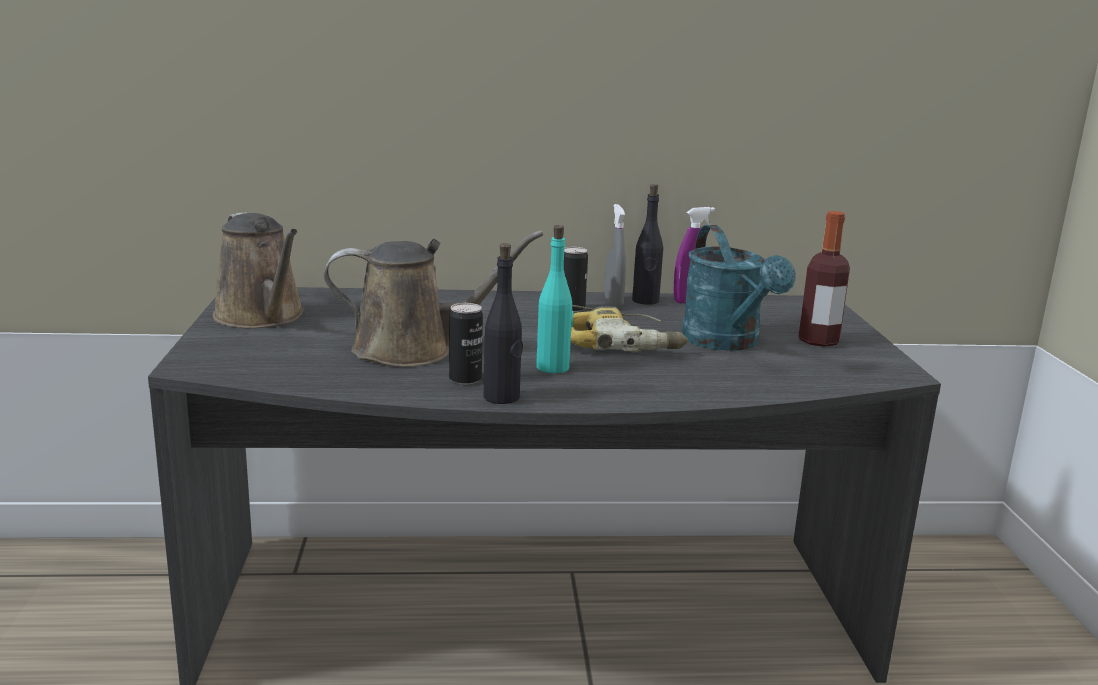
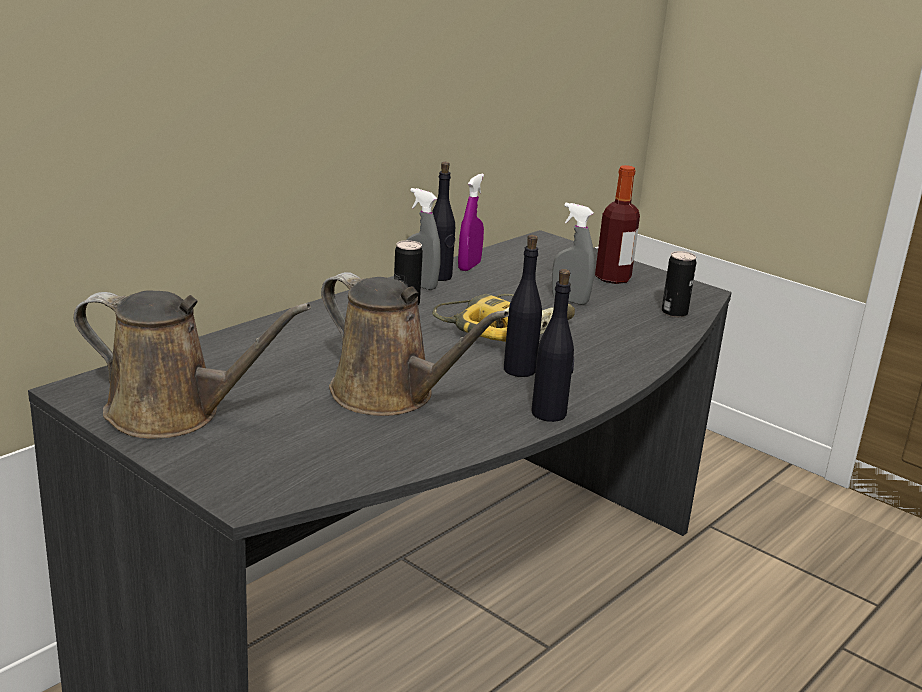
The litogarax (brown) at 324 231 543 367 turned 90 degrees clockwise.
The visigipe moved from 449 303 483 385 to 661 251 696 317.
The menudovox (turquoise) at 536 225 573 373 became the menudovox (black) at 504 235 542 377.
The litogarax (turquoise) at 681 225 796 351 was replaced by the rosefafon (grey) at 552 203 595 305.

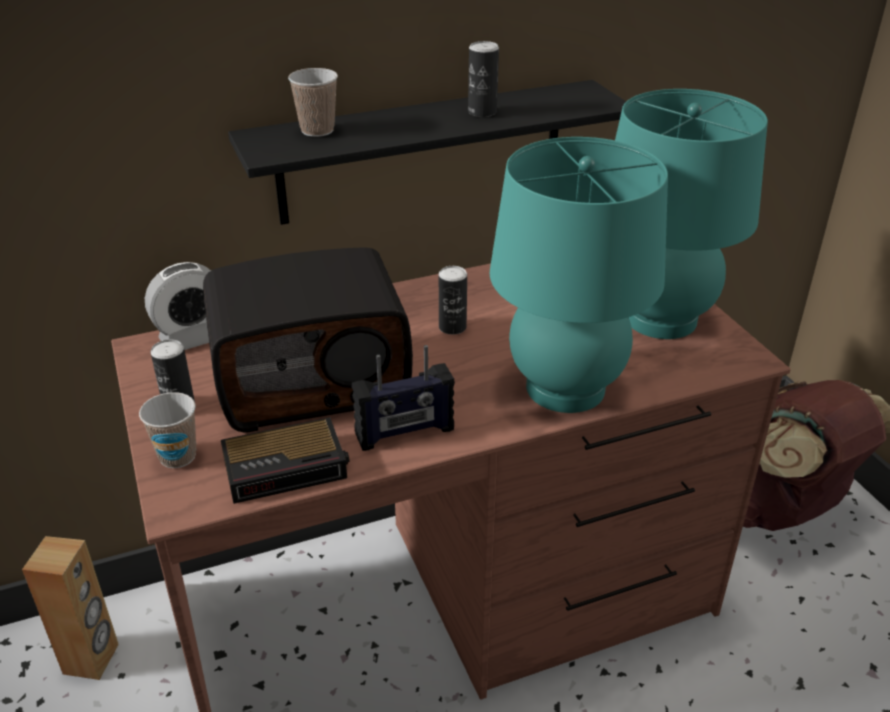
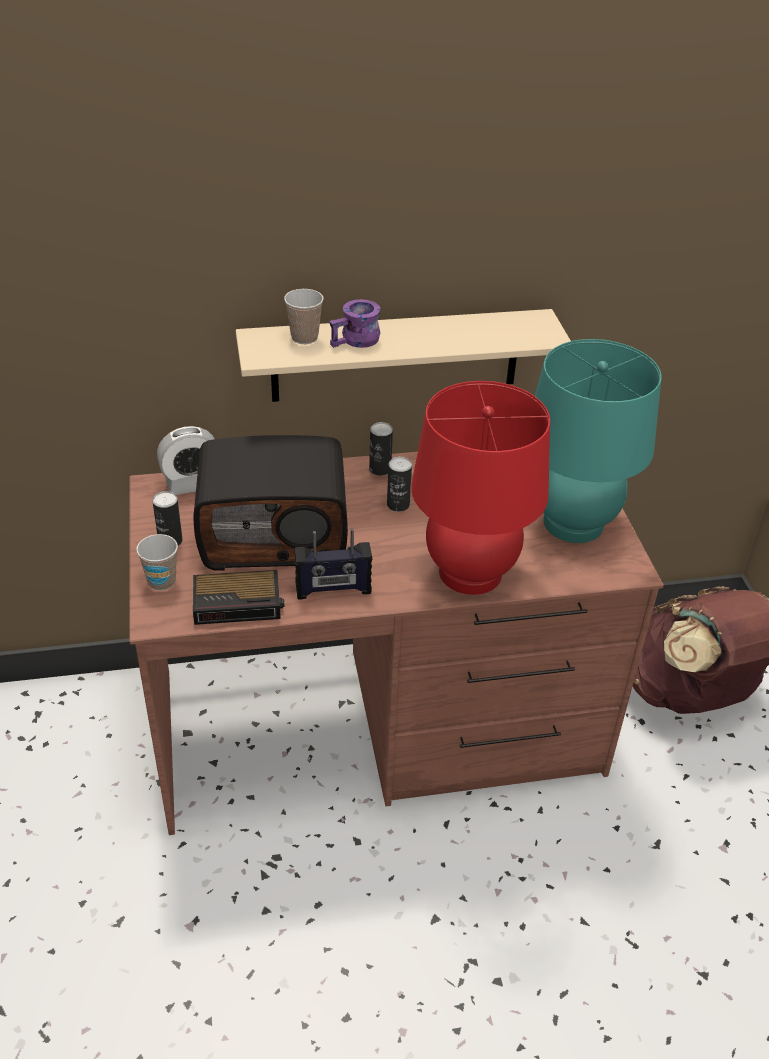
The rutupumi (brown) at 22 536 119 680 disappeared.
The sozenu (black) at 228 80 626 225 became the sozenu (beige) at 236 309 571 402.
The visigipe moved from 468 41 499 117 to 369 422 393 476.
The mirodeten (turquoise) at 490 137 668 413 became the mirodeten (red) at 411 381 550 595.
The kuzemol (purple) at 329 299 380 348 appeared.

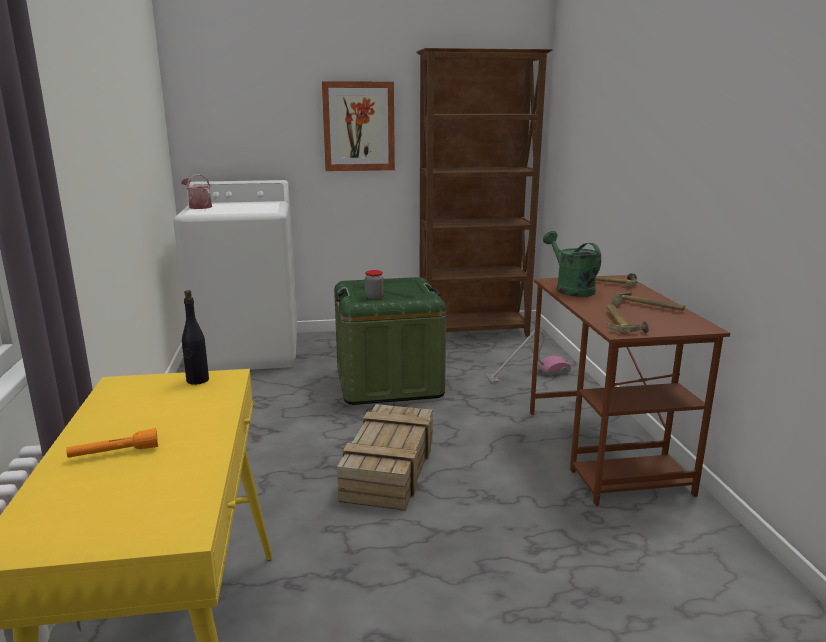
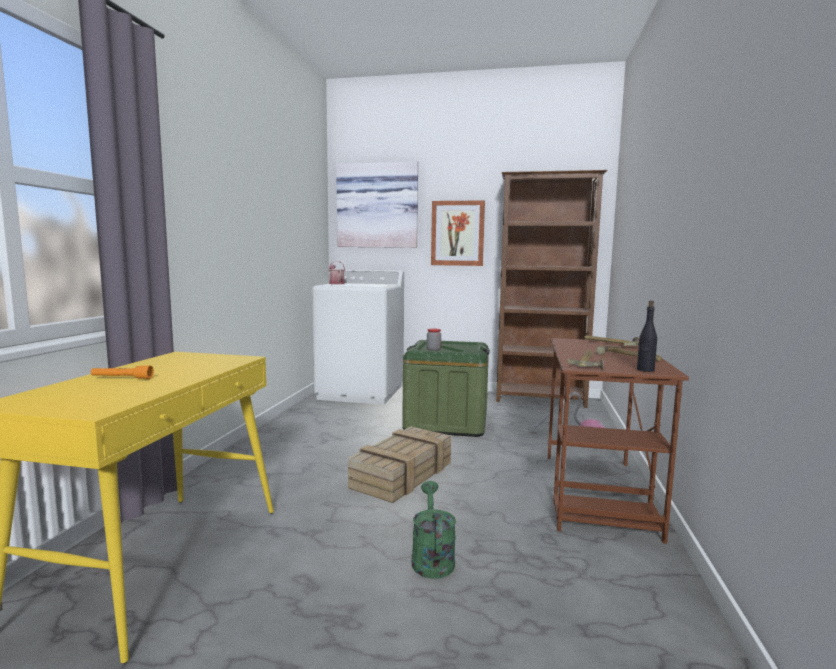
The menudovox (black) moved from 182 290 209 385 to 637 300 657 372.
The litogarax (green) moved from 543 231 601 297 to 412 481 456 579.
The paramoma at 336 162 418 248 appeared.

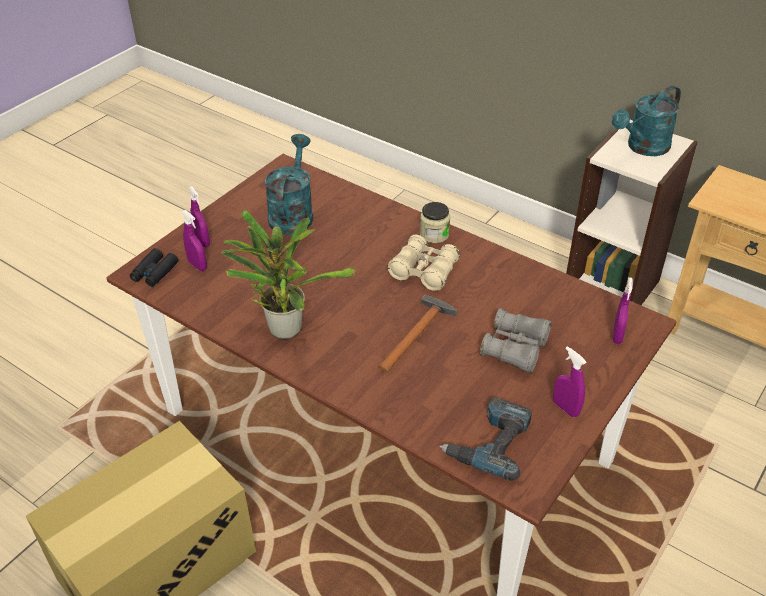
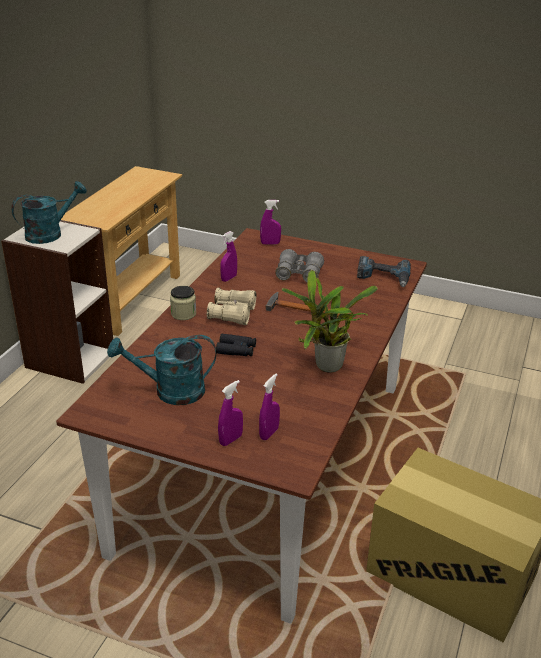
The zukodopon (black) moved from 130 248 178 287 to 216 334 256 356.
The rosefafon (purple) moved from 553 346 587 417 to 220 231 237 282.
The litogarax (turquoise) at 612 85 681 156 turned 75 degrees counterclockwise.

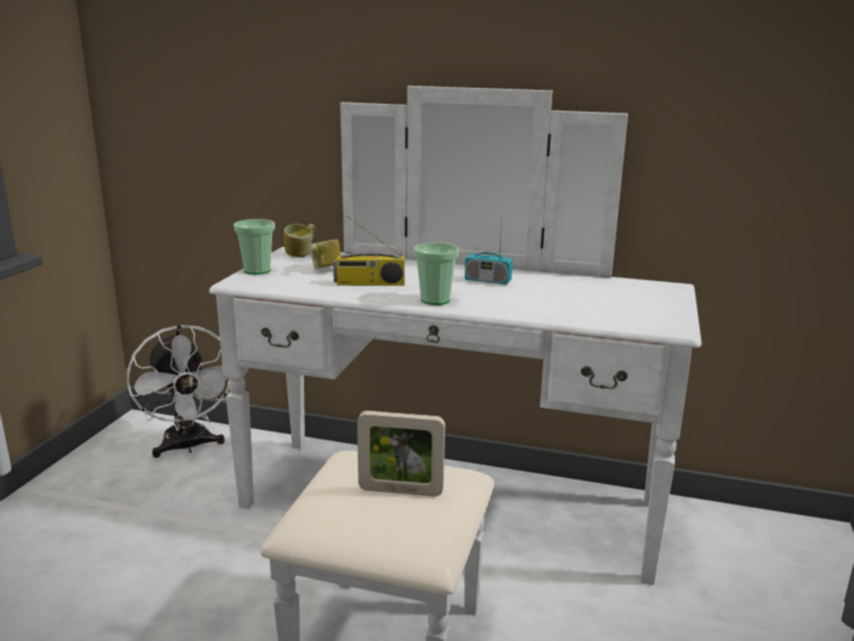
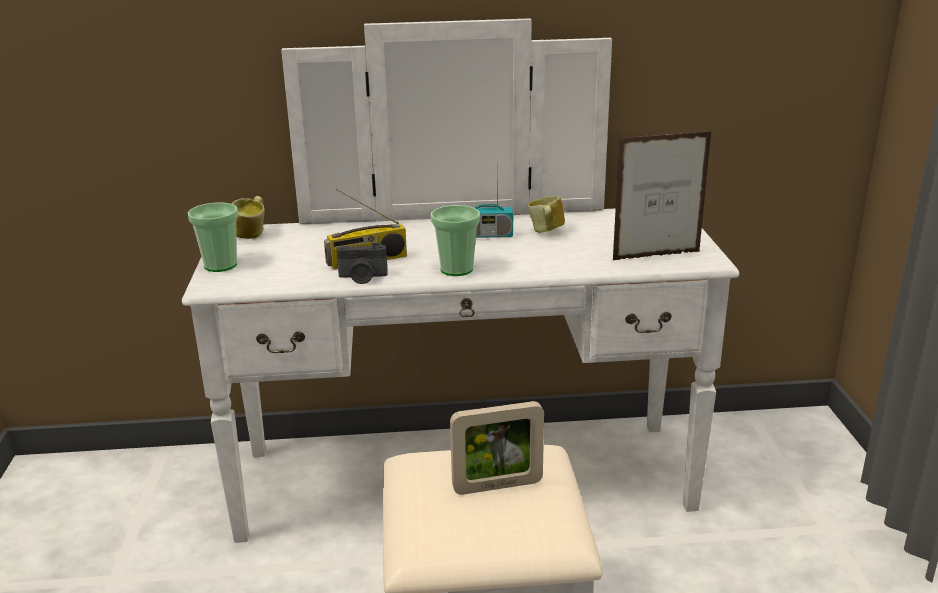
The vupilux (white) at 127 324 229 458 disappeared.
The kuzemol moved from 309 239 341 269 to 528 196 565 233.
The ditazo at 337 243 388 284 appeared.
The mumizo at 613 131 712 260 appeared.

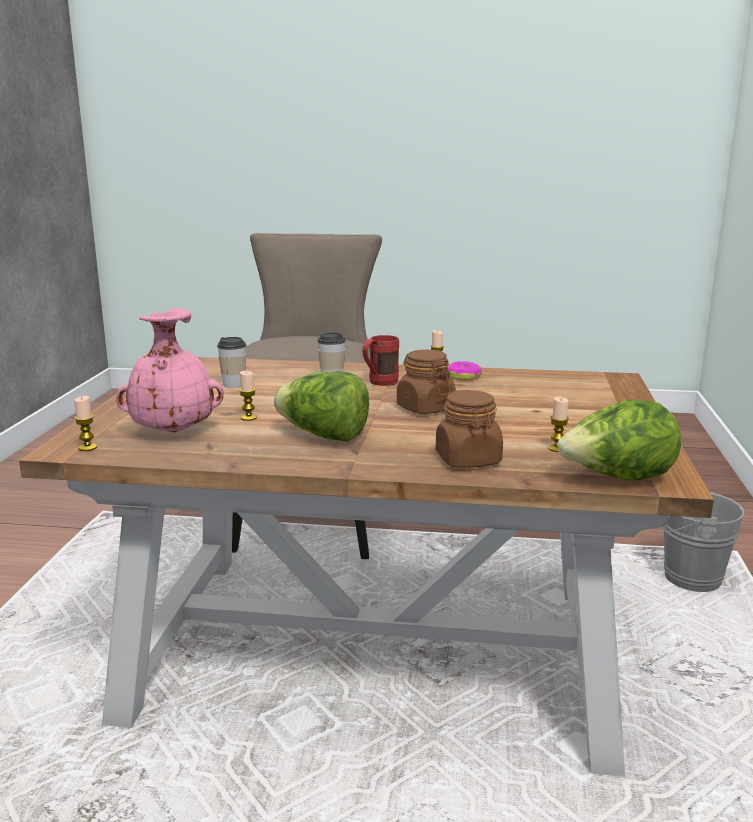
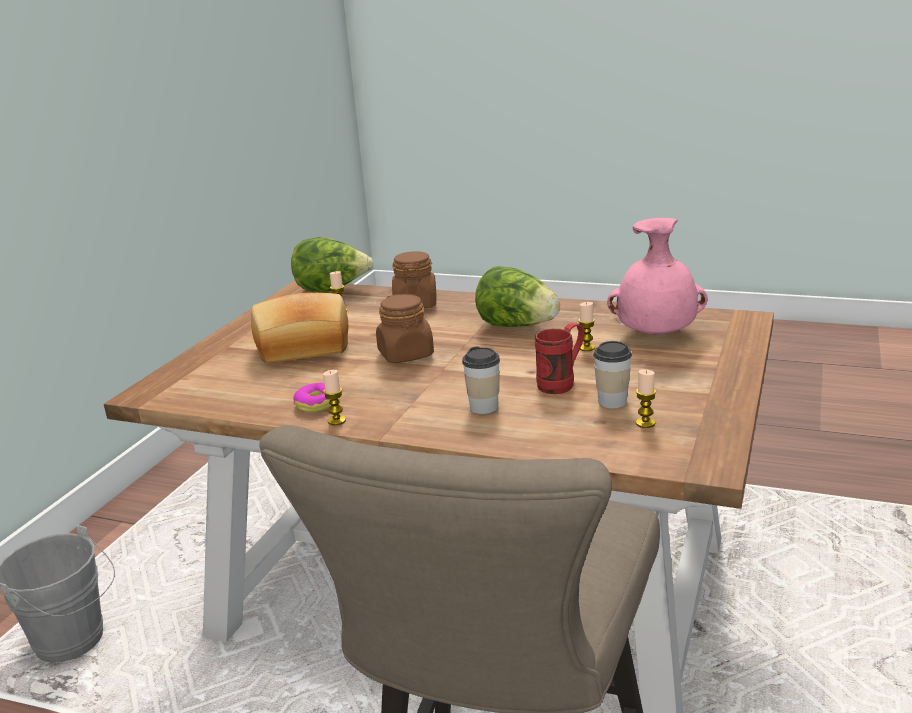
The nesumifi moved from 74 396 97 451 to 636 369 656 428.
The kuzemol (red) moved from 362 335 399 386 to 535 323 584 394.
The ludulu at 251 293 348 363 appeared.

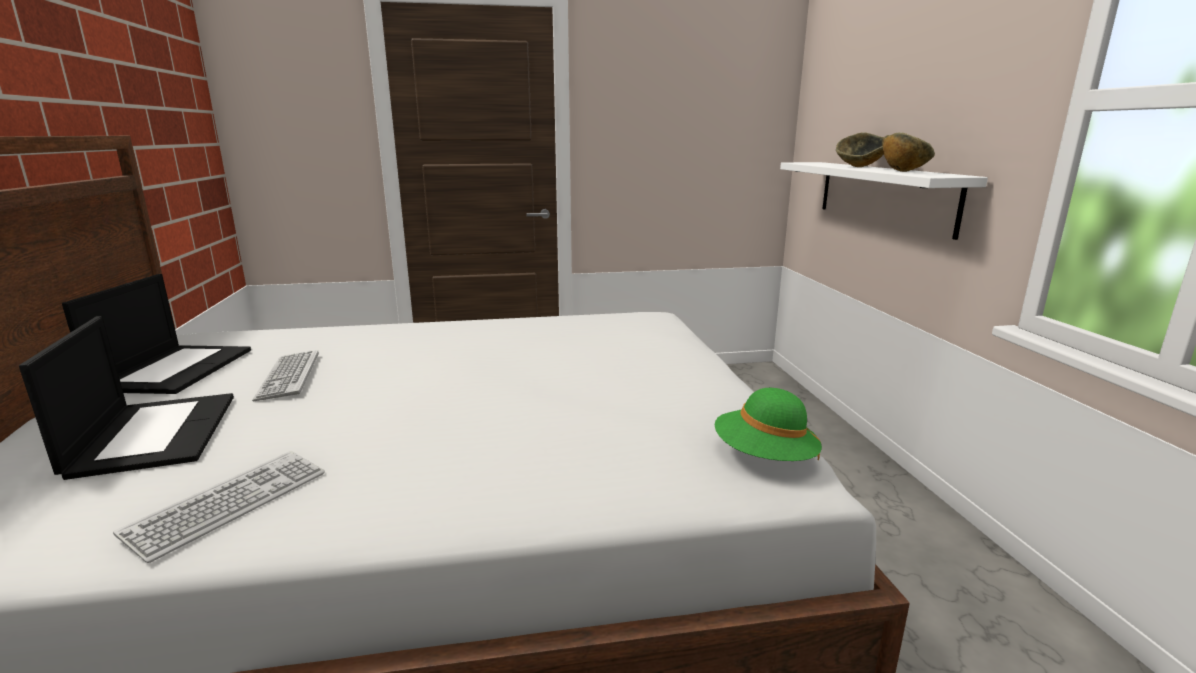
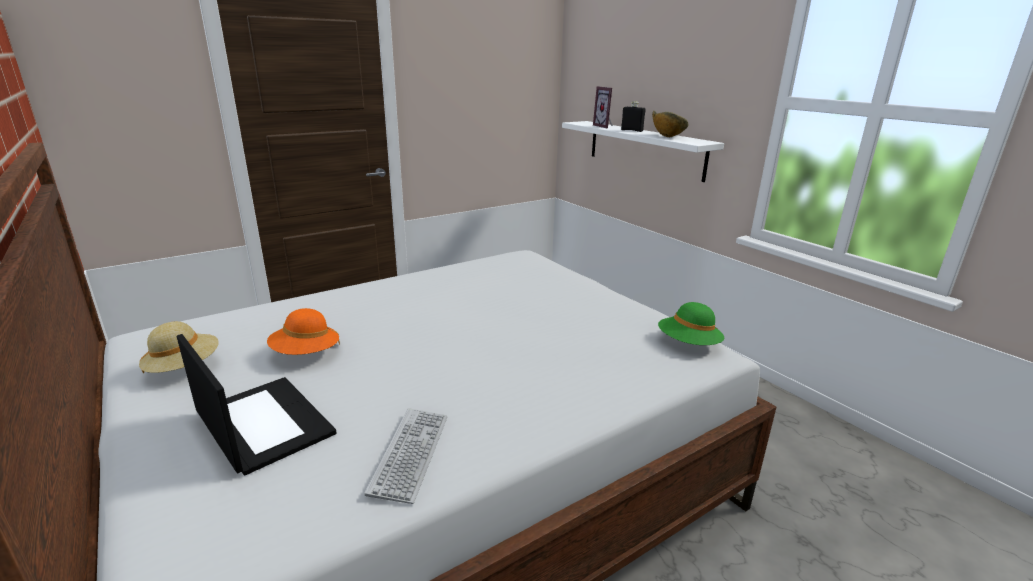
The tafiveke at 62 274 251 394 was replaced by the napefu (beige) at 139 321 219 373.
The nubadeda at 252 350 319 401 was replaced by the napefu (orange) at 267 308 340 355.
The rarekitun at 836 132 884 167 was replaced by the menudovox (black) at 621 101 646 132.
The mumizo at 593 86 613 128 appeared.

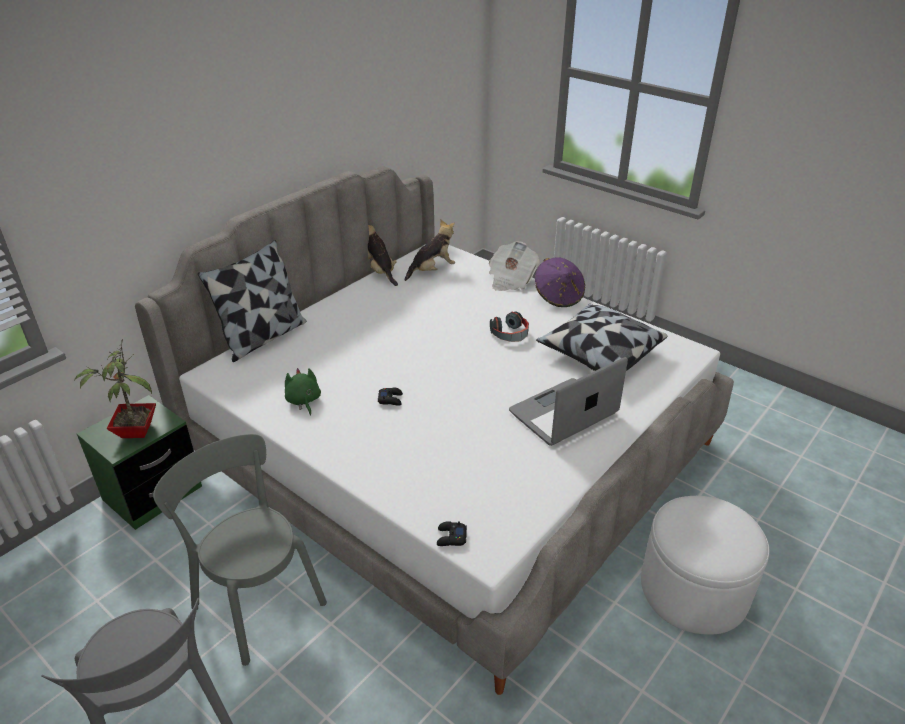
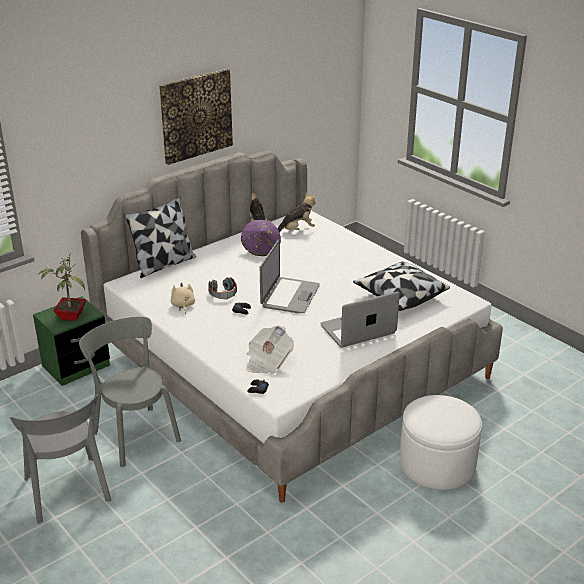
The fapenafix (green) at 285 368 321 416 became the fapenafix (beige) at 171 283 195 314.
The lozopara moved from 489 241 539 291 to 246 326 294 374.
The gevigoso moved from 490 311 529 342 to 208 277 237 299.
The napefu (purple) moved from 535 257 585 307 to 241 220 281 256.
The paramoma at 159 69 233 165 appeared.
The tafiveke at 260 240 320 313 appeared.

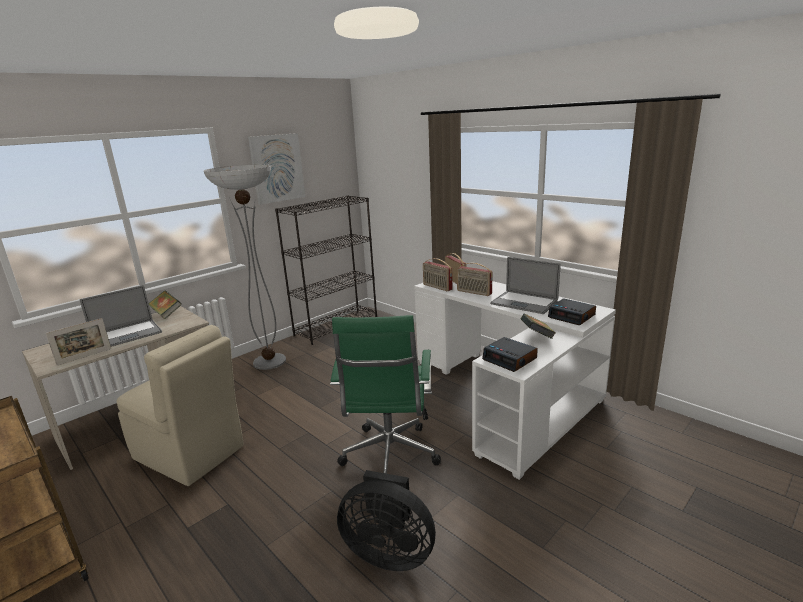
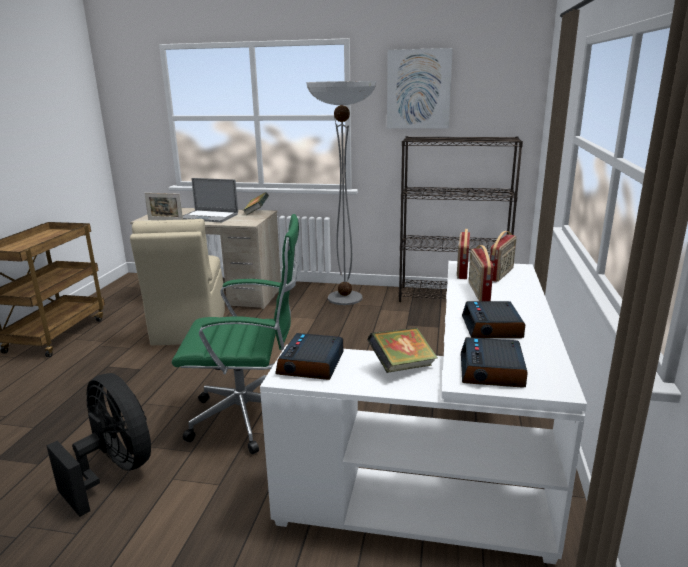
The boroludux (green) at 330 315 441 474 turned 150 degrees counterclockwise.
The vupilux (black) at 337 470 436 571 turned 150 degrees clockwise.
The tafiveke at 490 257 561 314 was replaced by the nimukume at 462 301 525 338.

